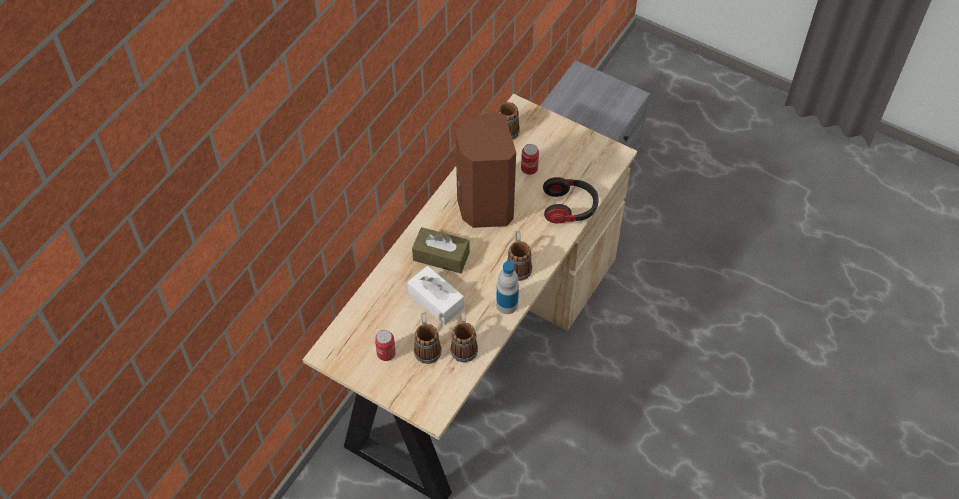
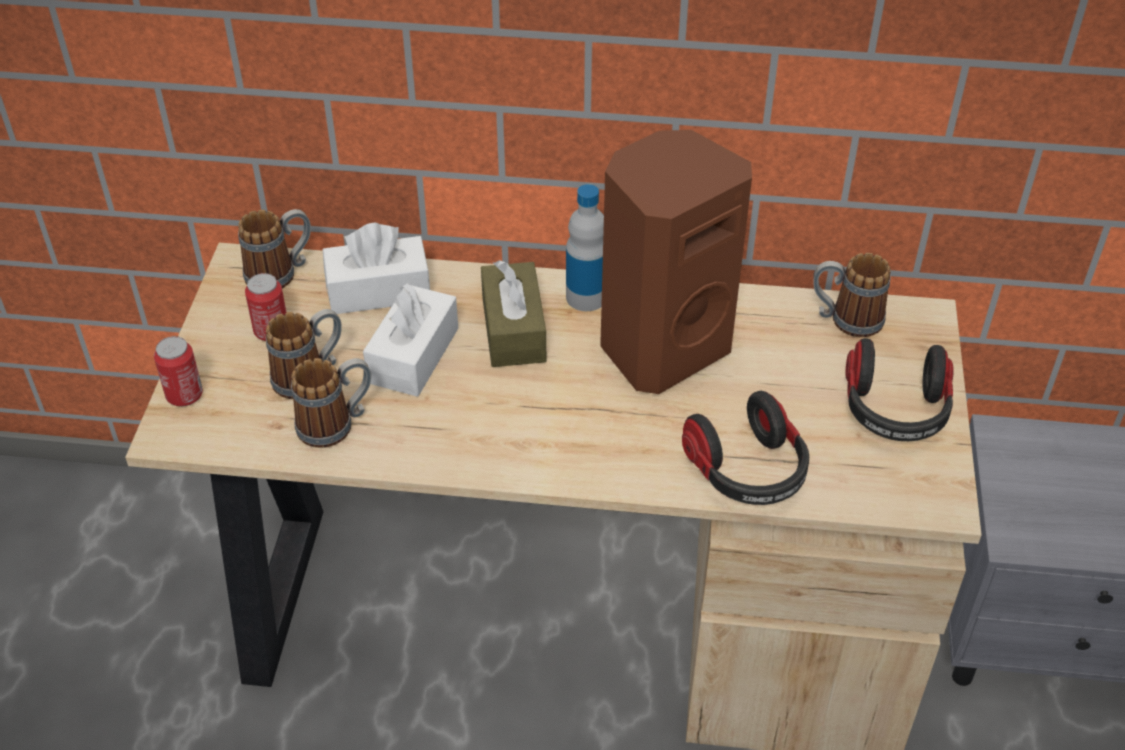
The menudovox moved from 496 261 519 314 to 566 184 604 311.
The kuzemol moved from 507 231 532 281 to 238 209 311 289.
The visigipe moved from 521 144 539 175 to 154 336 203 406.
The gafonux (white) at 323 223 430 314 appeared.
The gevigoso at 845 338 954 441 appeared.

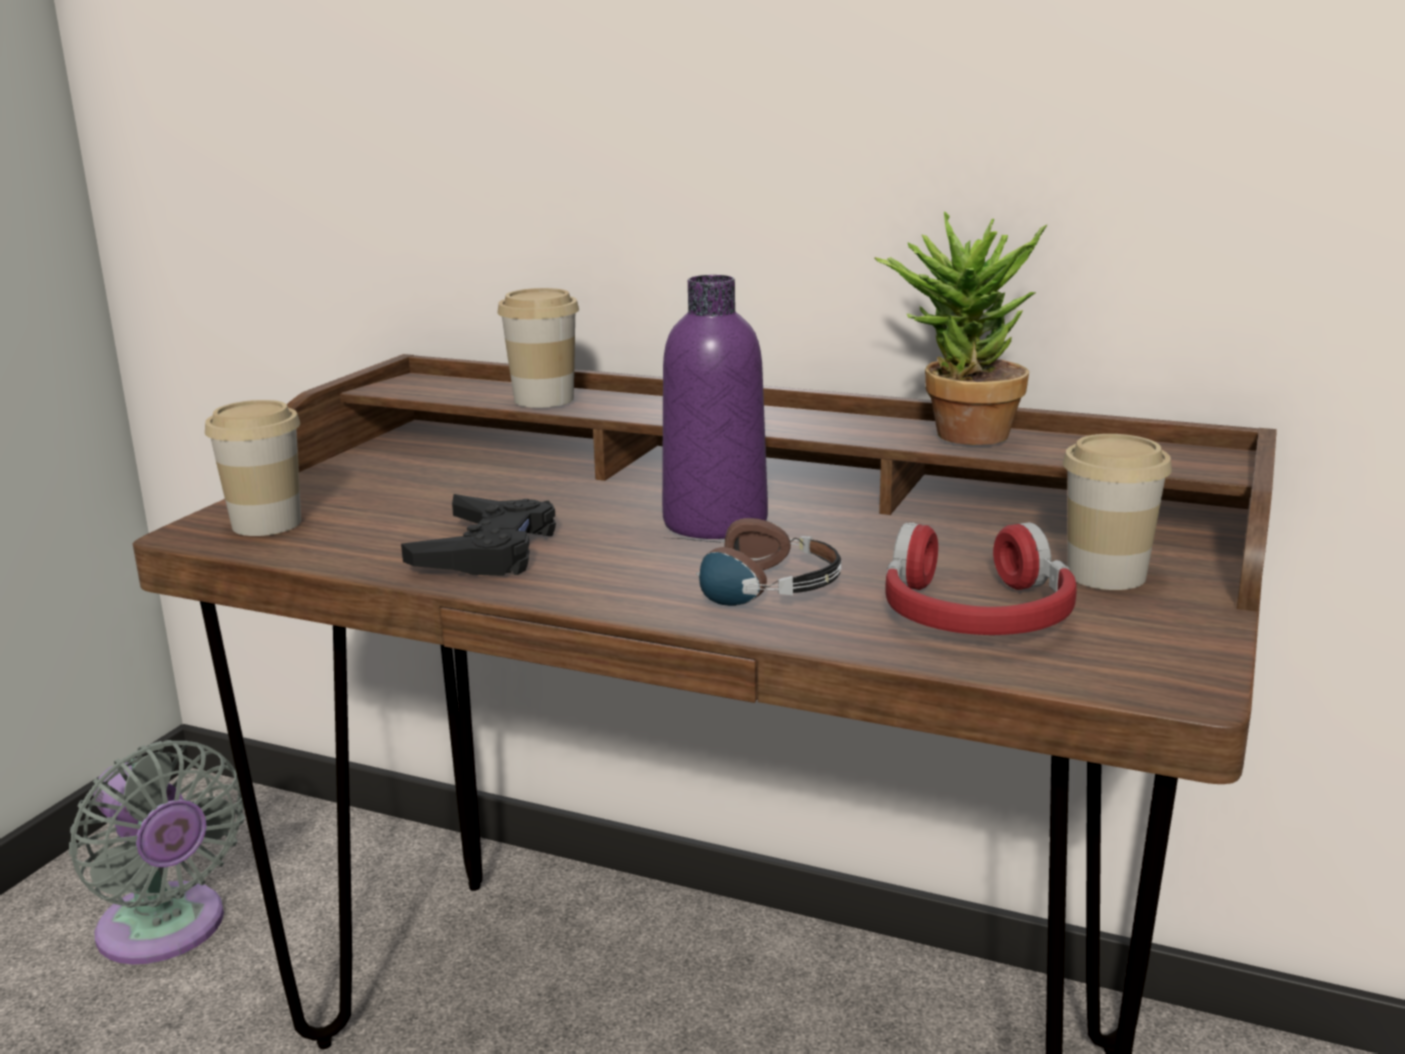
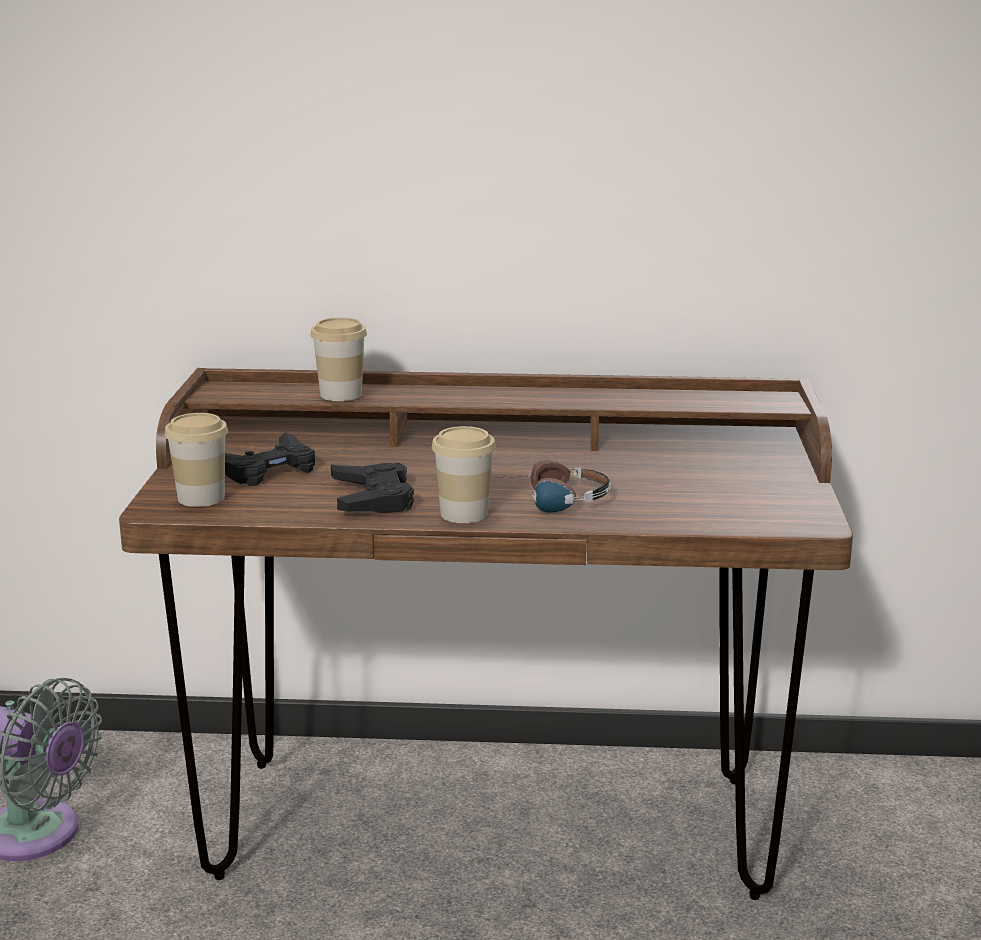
The menudovox (purple) at 662 275 768 539 disappeared.
The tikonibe at 874 211 1048 445 disappeared.
The gevigoso (red) at 885 522 1077 635 disappeared.
The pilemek moved from 1063 434 1172 590 to 432 426 496 523.
The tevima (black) at 225 432 315 486 appeared.

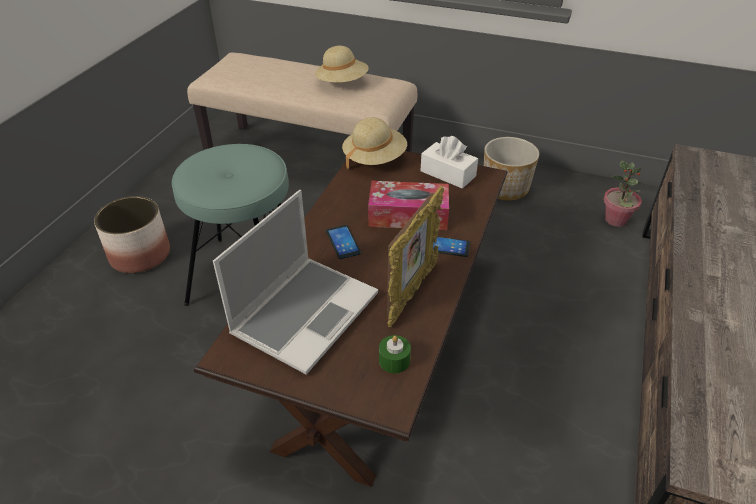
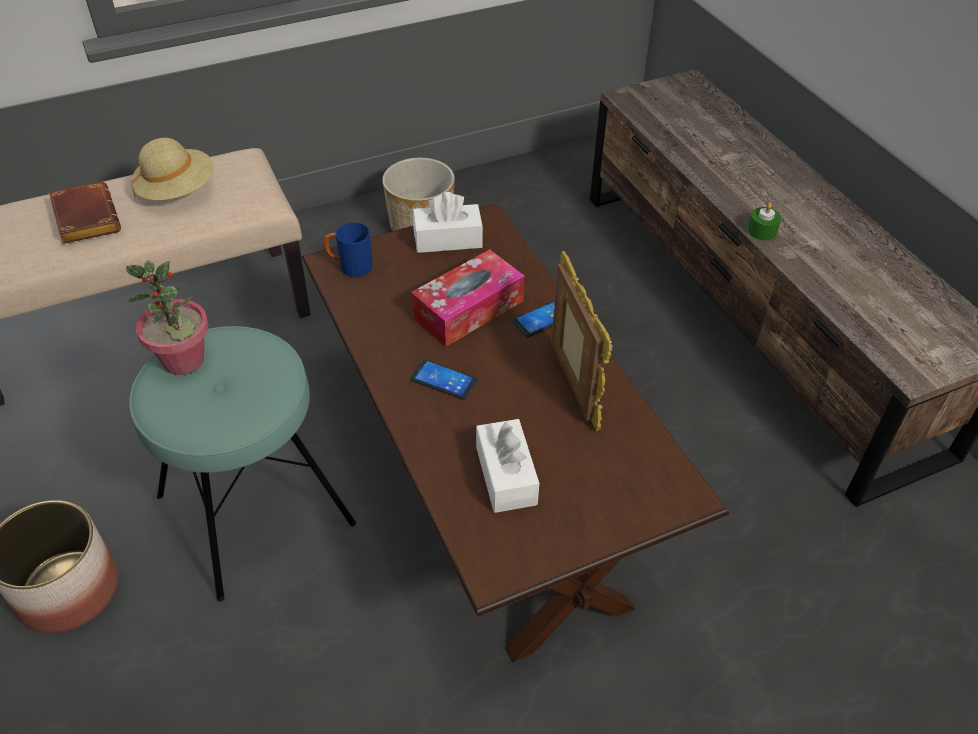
The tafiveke at 213 190 378 375 was replaced by the gafonux (white) at 476 419 539 513.
The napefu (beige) at 342 117 407 169 was replaced by the kuzemol (blue) at 324 222 373 277.
The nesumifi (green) moved from 379 335 411 374 to 747 203 781 241.
The tikonibe moved from 603 161 643 227 to 126 261 209 375.
The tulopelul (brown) at 49 182 121 244 appeared.

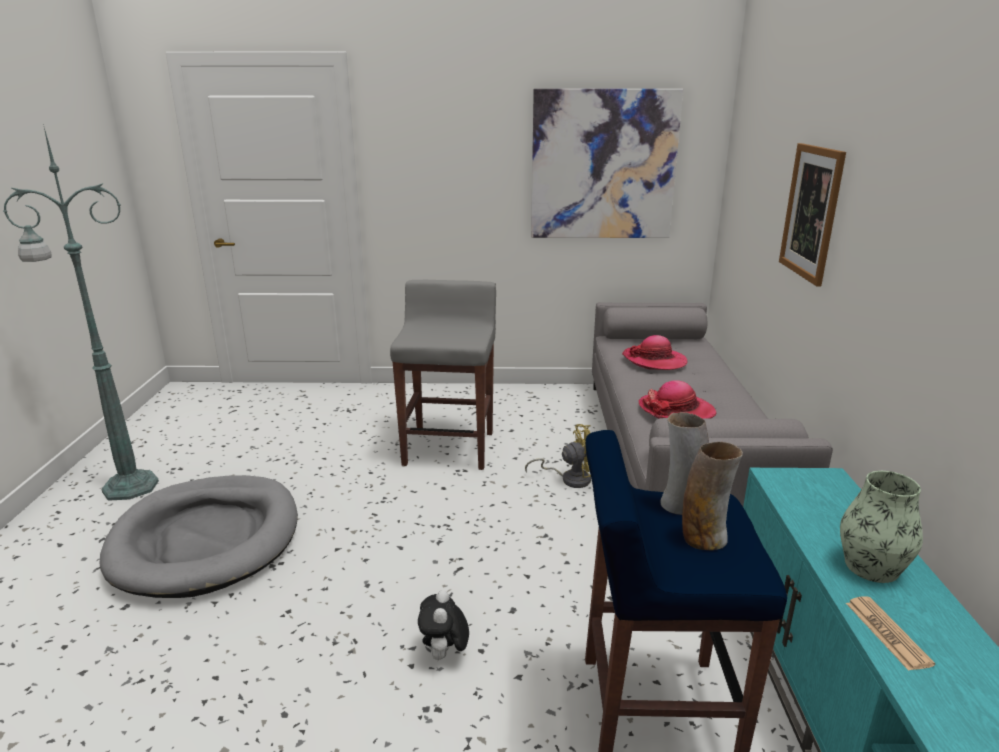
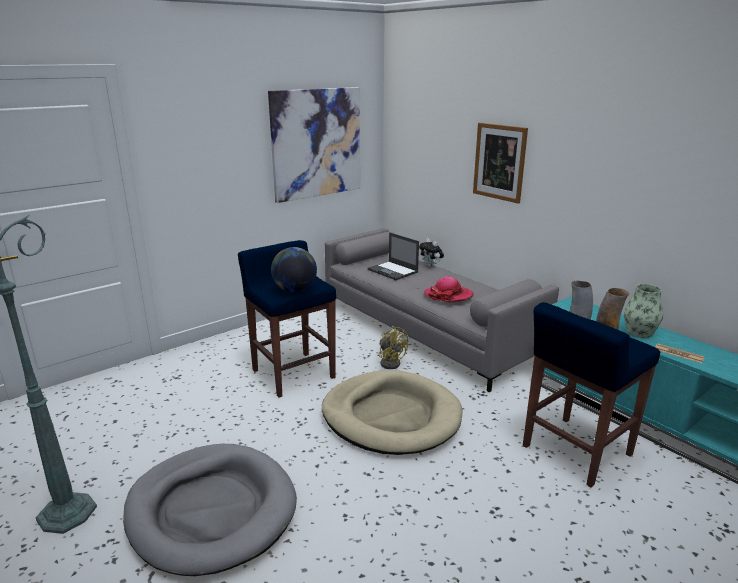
The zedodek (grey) at 390 280 496 470 became the zedodek (blue) at 238 240 336 397.
The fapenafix moved from 418 590 469 660 to 419 238 444 268.
The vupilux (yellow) at 525 424 591 488 turned 105 degrees clockwise.
The napefu at 622 335 687 370 was replaced by the tafiveke at 367 232 419 280.
The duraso at 271 247 317 293 appeared.
The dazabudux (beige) at 322 370 463 455 appeared.

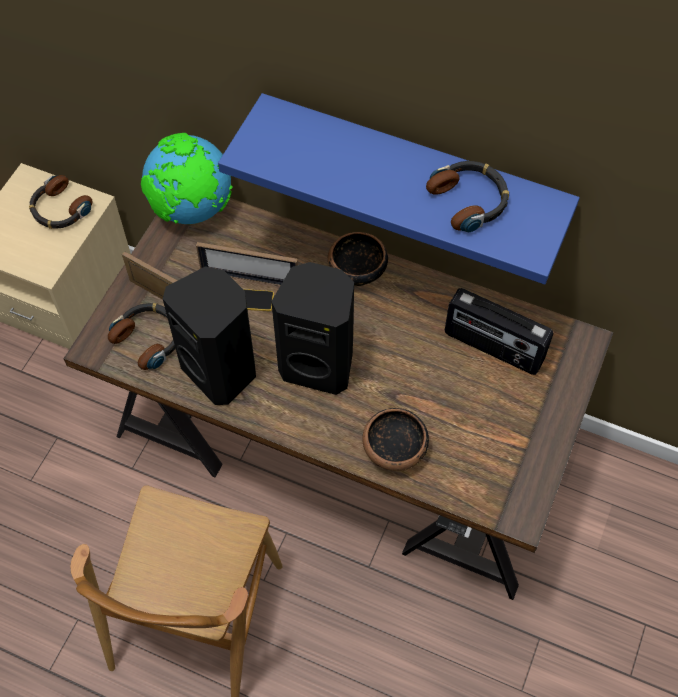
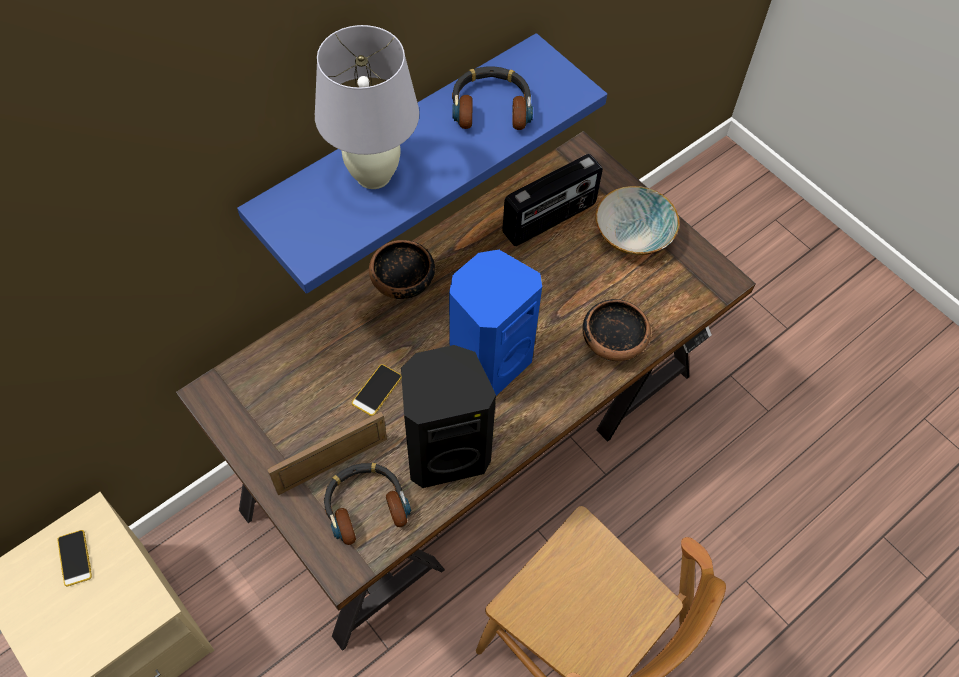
The gevigoso at 29 175 93 229 was replaced by the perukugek at 57 530 92 586.
The duraso at 141 133 232 224 disappeared.
The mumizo at 196 242 298 286 disappeared.
The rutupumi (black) at 271 262 354 395 became the rutupumi (blue) at 449 250 542 396.
The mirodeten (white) at 315 25 419 189 appeared.
The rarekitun at 595 186 680 255 appeared.

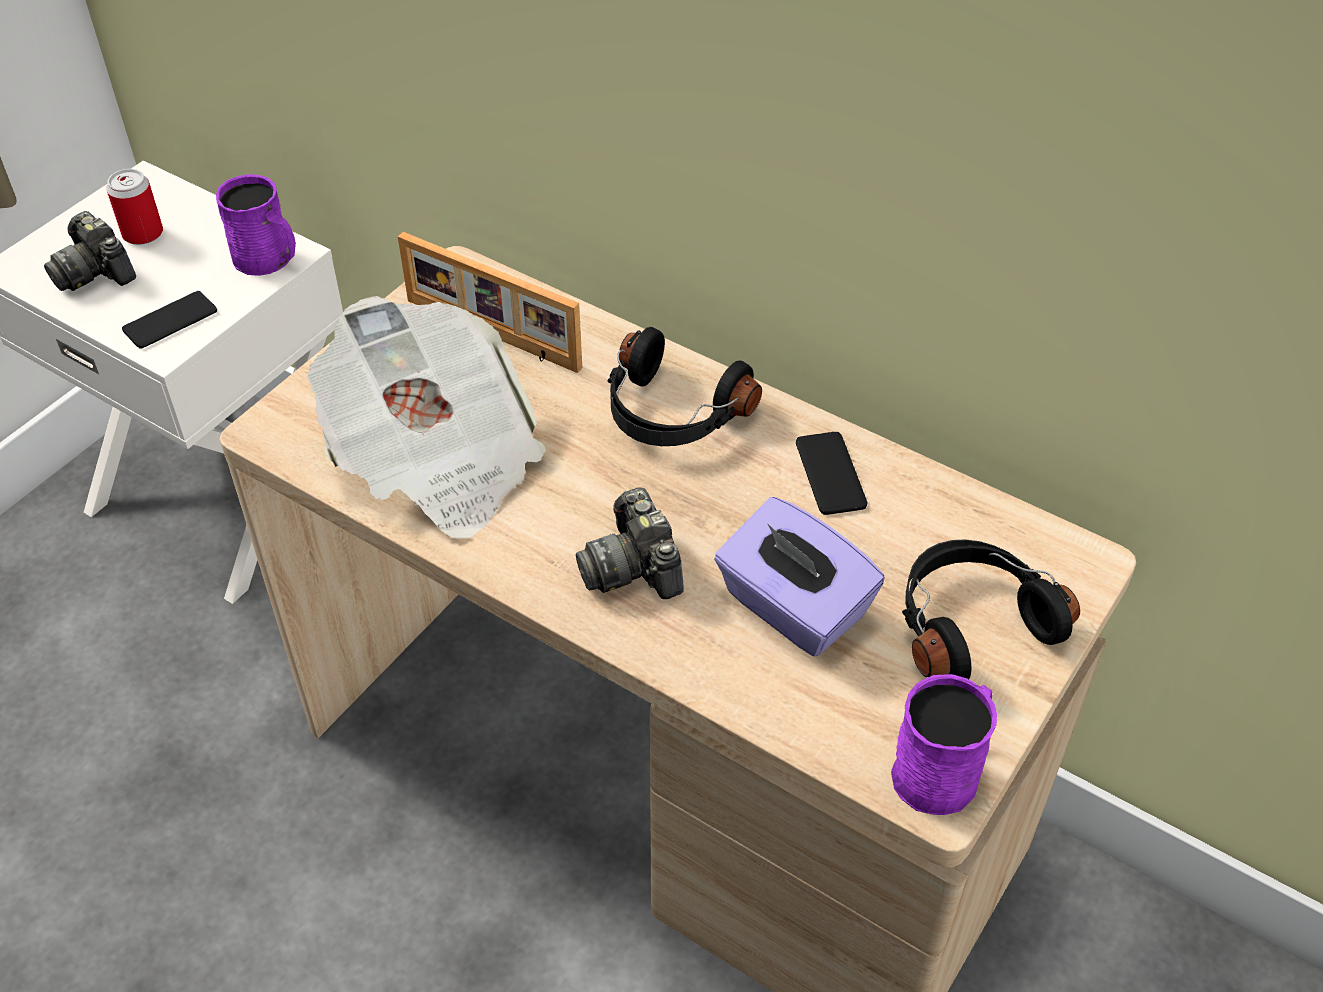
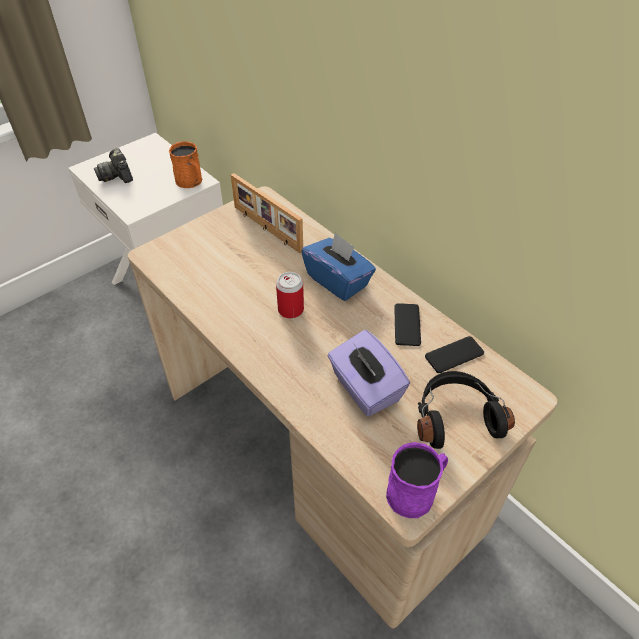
The visigipe moved from 106 169 163 245 to 276 272 304 319.
The perukugek moved from 122 291 217 349 to 425 336 484 373.
The kuzemol (purple) at 216 174 296 276 became the kuzemol (orange) at 169 141 202 188.
The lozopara at 307 296 546 539 disappeared.
The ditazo at 576 487 684 599 disappeared.
The gevigoso (black) at 608 327 762 446 was replaced by the gafonux (blue) at 301 232 376 301.

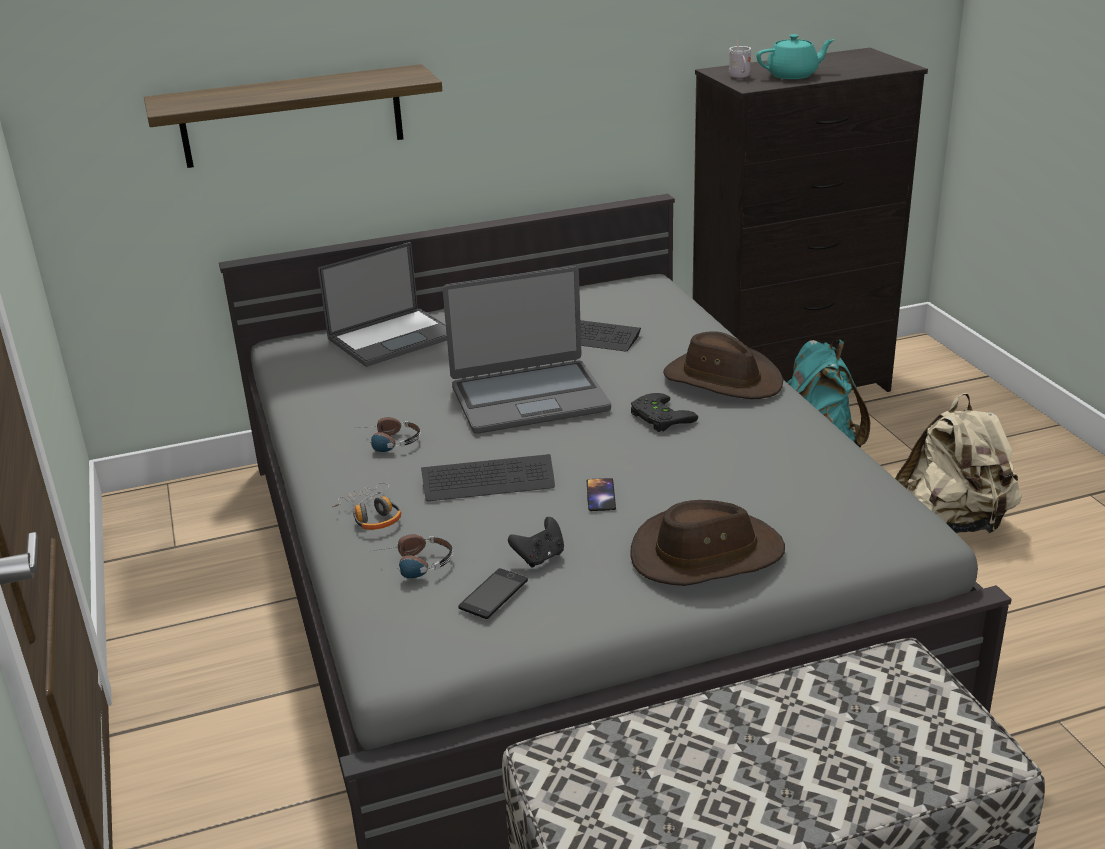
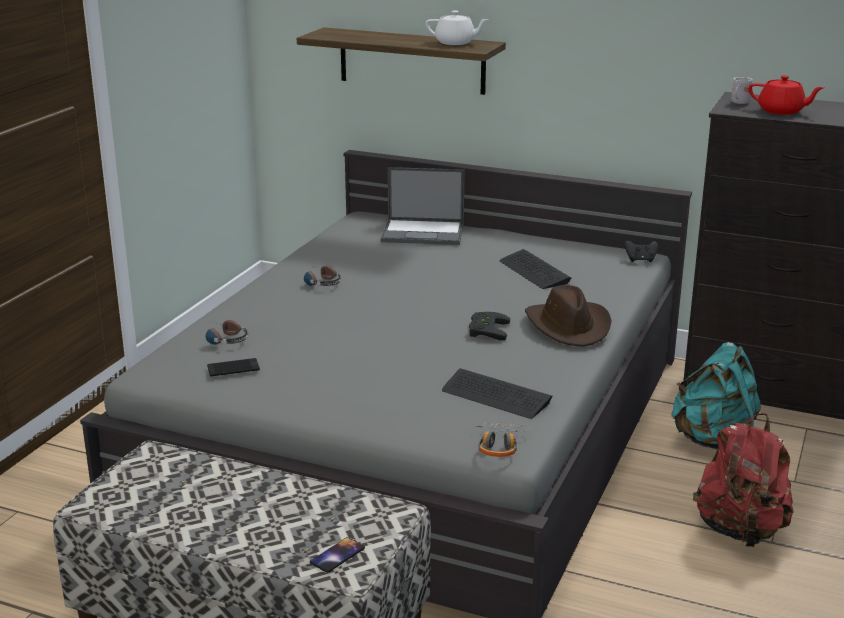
The gevigoso moved from 332 483 401 530 to 476 422 530 457.
The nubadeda moved from 421 454 555 501 to 442 368 552 419.
The tafiveke at 442 266 611 434 disappeared.
The tevima (black) moved from 508 517 564 567 to 624 241 658 262.
The perukugek moved from 587 478 616 511 to 310 537 365 573.
The napefu (brown) at 631 500 785 586 disappeared.
The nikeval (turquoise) at 757 34 835 79 became the nikeval (red) at 749 75 824 115.
The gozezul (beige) at 895 393 1022 534 became the gozezul (red) at 693 413 794 547.
The nikeval (white) at 426 11 489 45 appeared.

